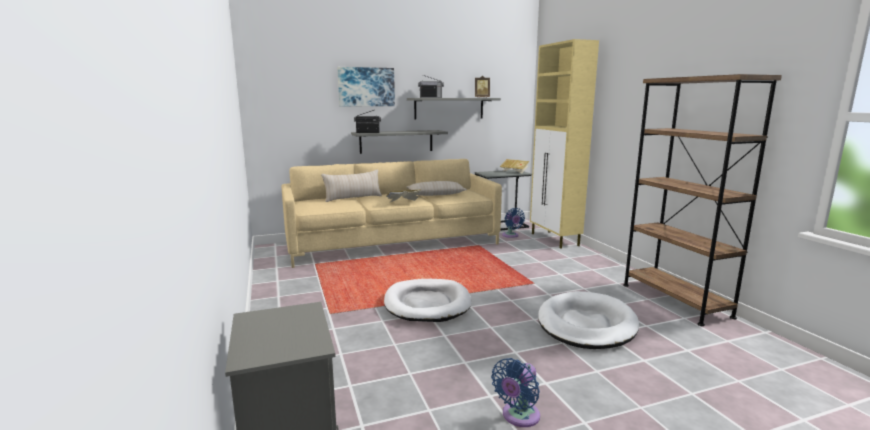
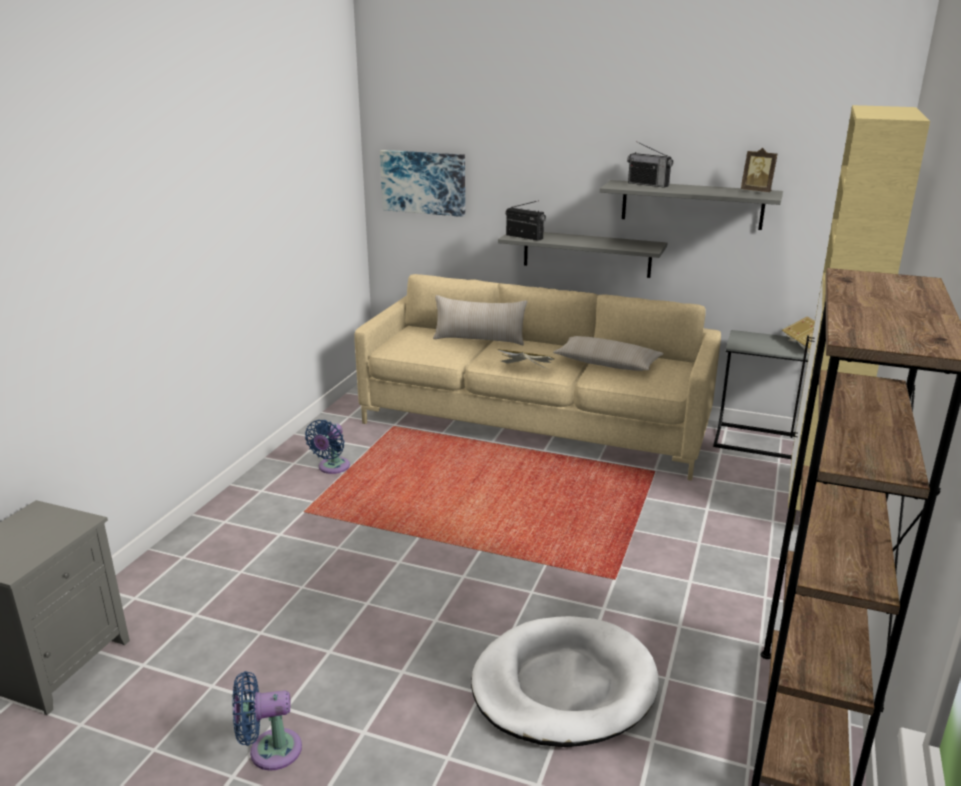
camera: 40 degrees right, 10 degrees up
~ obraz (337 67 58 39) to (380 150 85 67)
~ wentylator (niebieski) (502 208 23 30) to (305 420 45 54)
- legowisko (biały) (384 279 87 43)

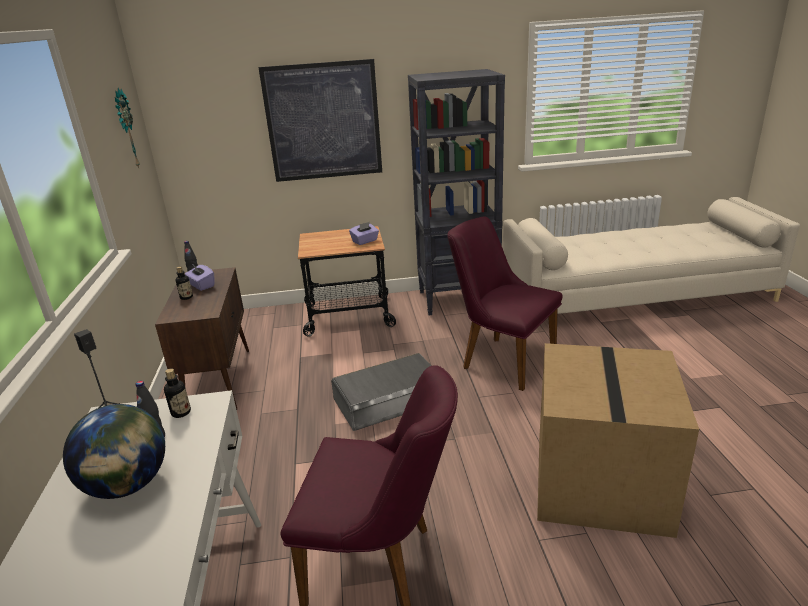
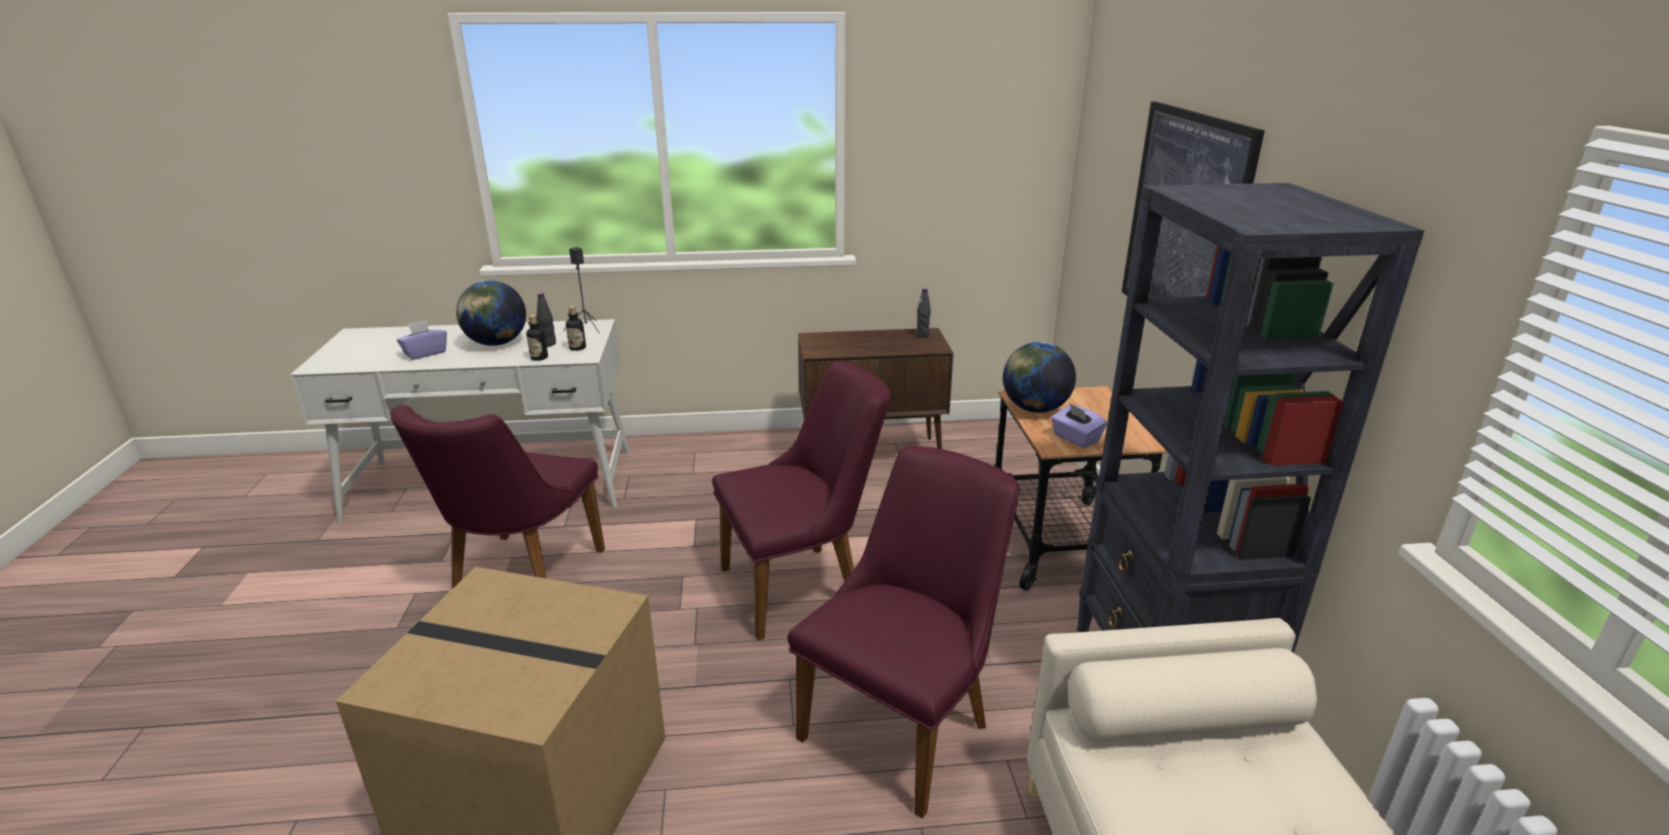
camera: 90 degrees right, 0 degrees up
- zegar ścienny (115 88 25 80)
~ pudełko chusteczek (fioletowy) (185 264 30 27) to (397 320 50 40)
~ butelka (175 266 18 34) to (526 315 22 46)
~ pojemnik do przechowywania (szary) (331 353 100 78) to krzesło (fioletowy) (712 361 178 279)
+ globus (1003 342 73 71)

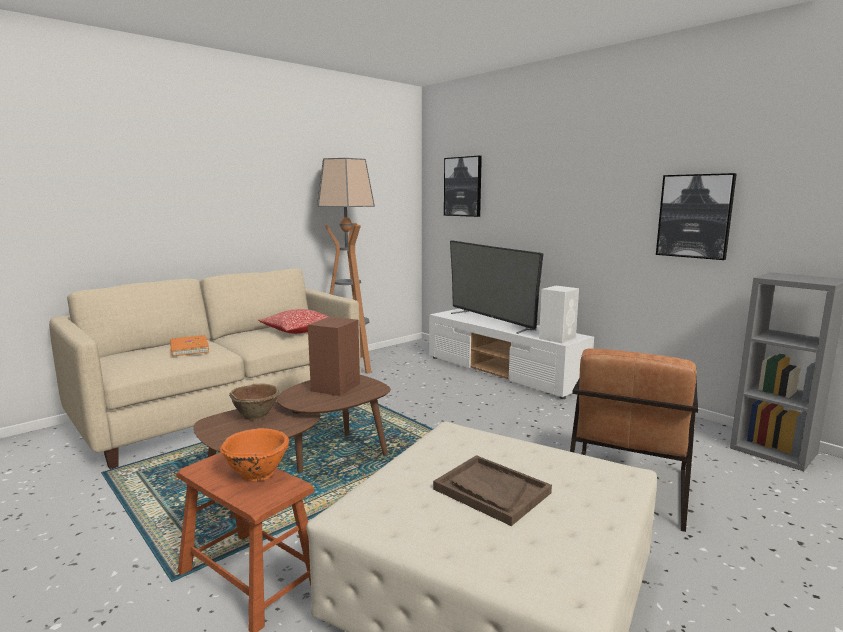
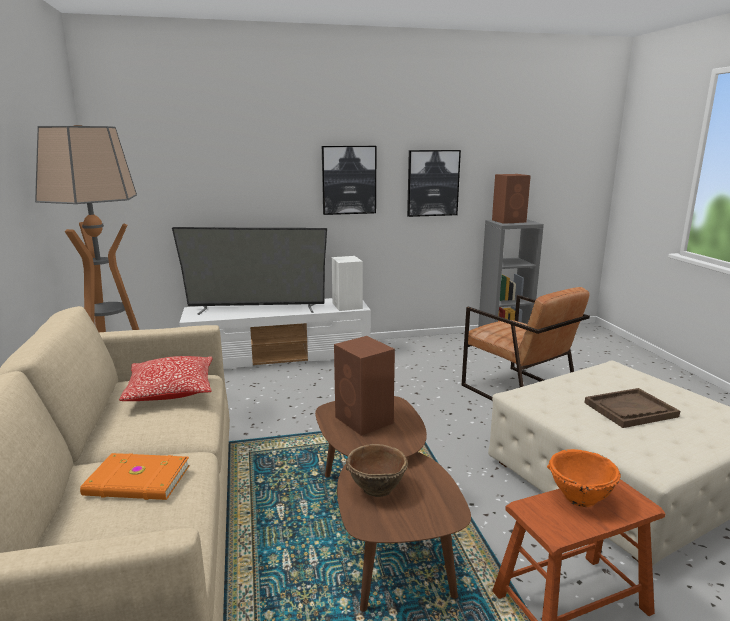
camera: 60 degrees left, 5 degrees up
~ obraz (444 156 38 61) to (322 146 55 69)
+ głośnik (brązowy) (492 174 39 50)

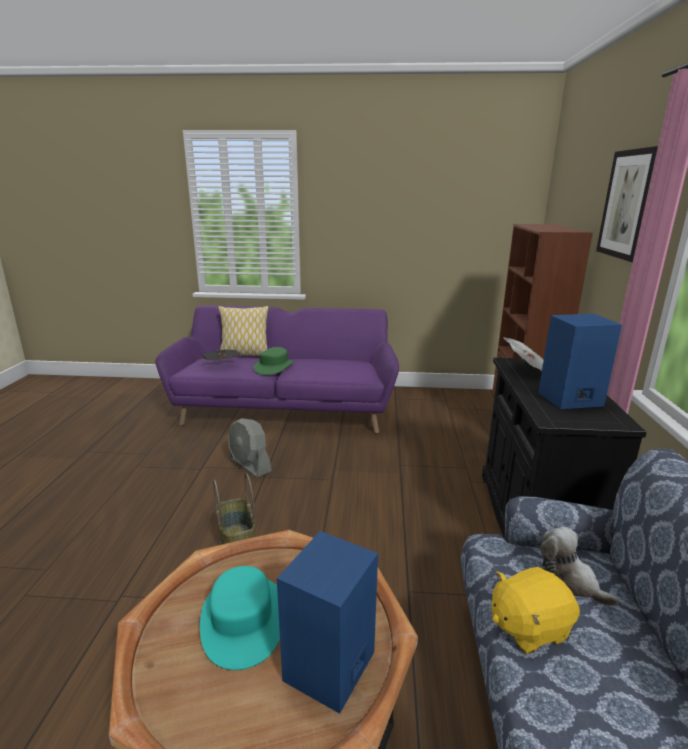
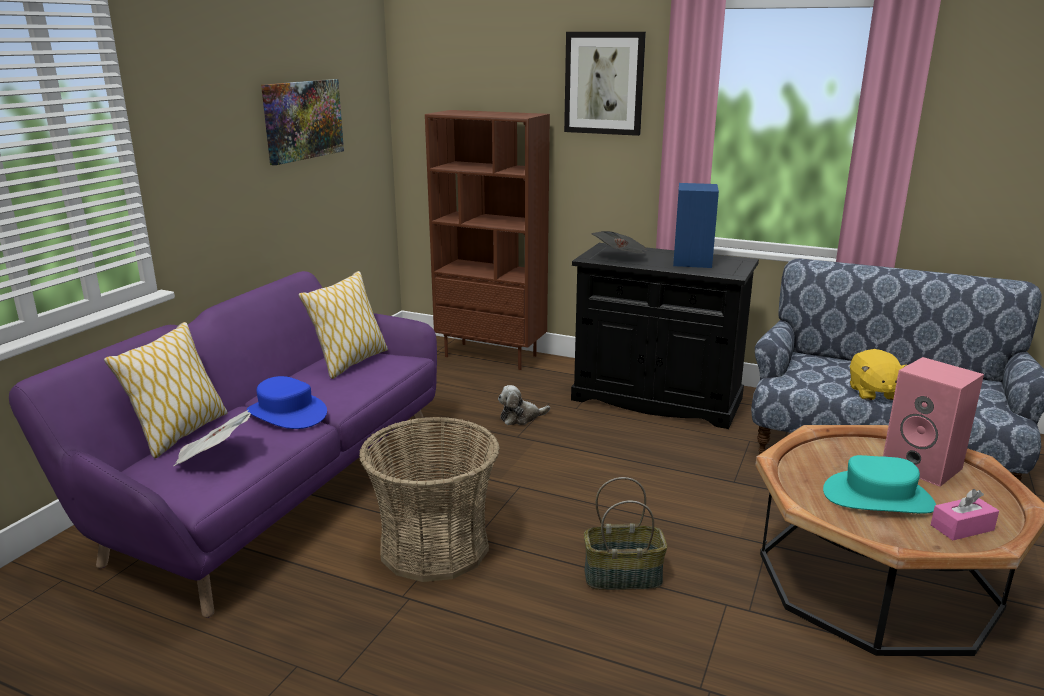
camera: 70 degrees left, 0 degrees up
~ kapelusz (zielony) (253 347 41 28) to kapelusz (niebieski) (247 376 80 53)
~ wentylator (szary) (228 418 44 60) to koszyk (359 417 141 165)
~ pluszak (540 526 79 80) to (498 385 52 40)
~ głośnik (niebieski) (277 531 101 183) to głośnik (różowy) (883 357 101 130)
+ obraz (261 79 83 86)
+ poduszka (298 271 90 108)
+ pudełko chusteczek (różowy) (931 489 68 52)

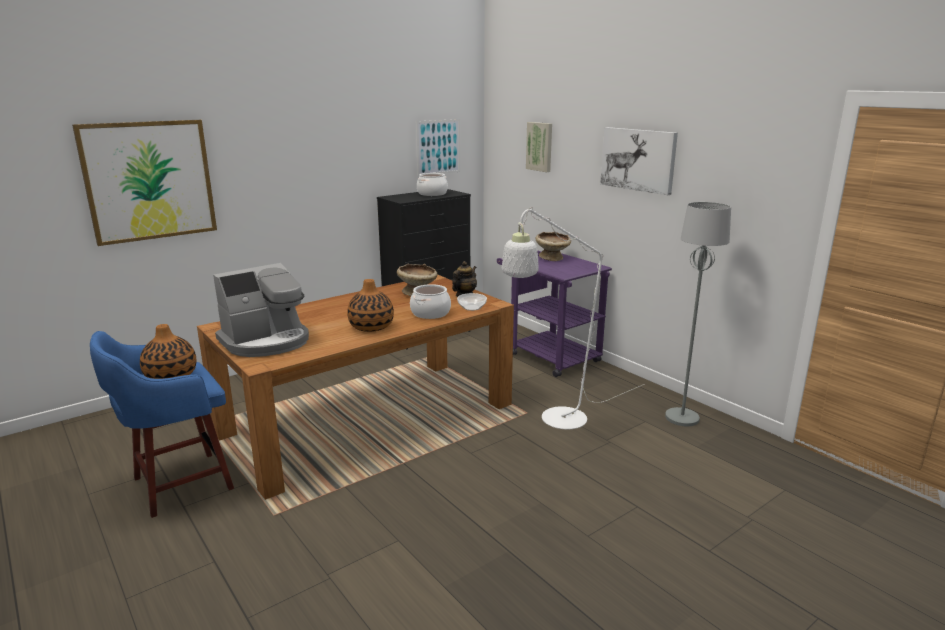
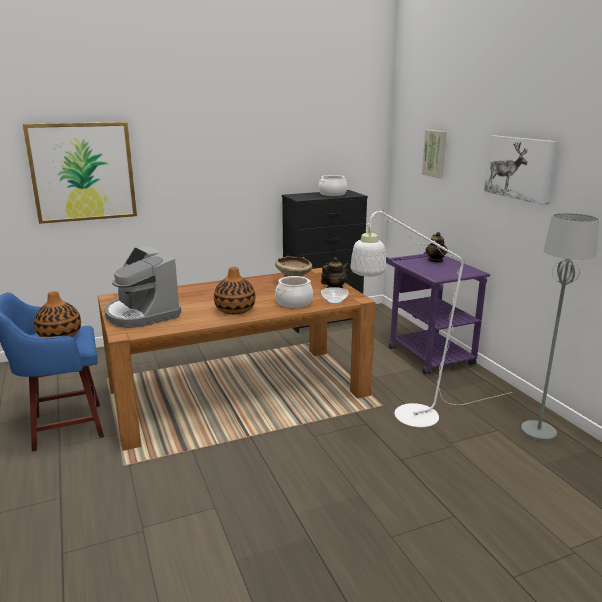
camera: 15 degrees right, 0 degrees up
- obraz (416 119 44 57)
~ miska (beżowy) (536 232 35 29) to imbryk (426 232 22 31)
~ ekspres do kawy (213 263 96 94) = (104 246 77 82) 75 degrees clockwise

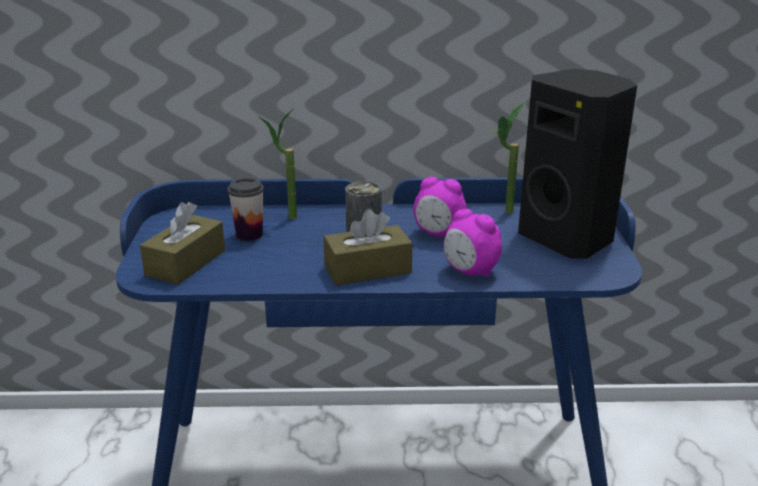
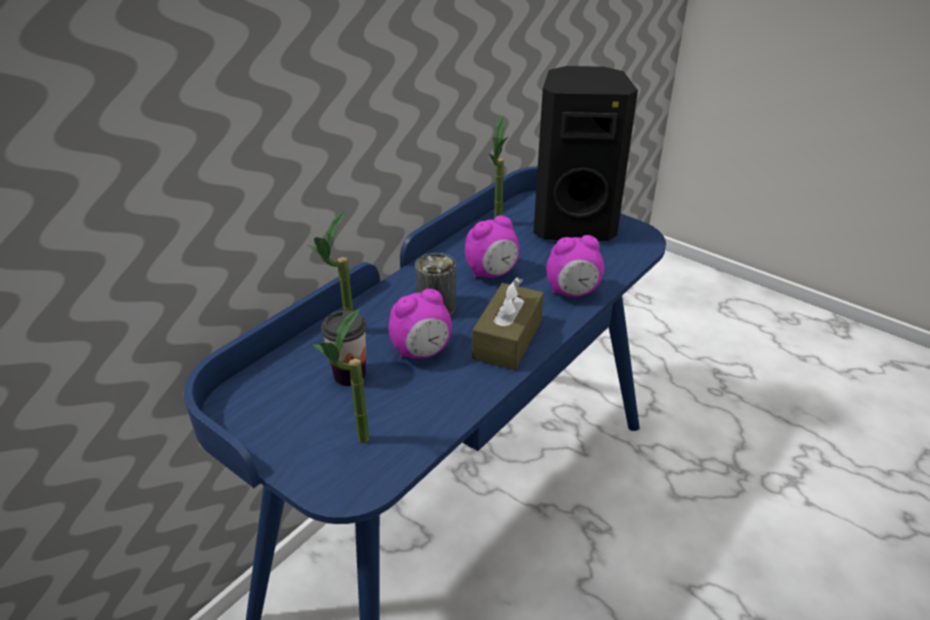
camera: 50 degrees left, 10 degrees up
~ pudełko chusteczek (brązowy) (140 202 85 83) to roślina doniczkowa (313 308 57 135)
+ budzik (388 289 64 70)

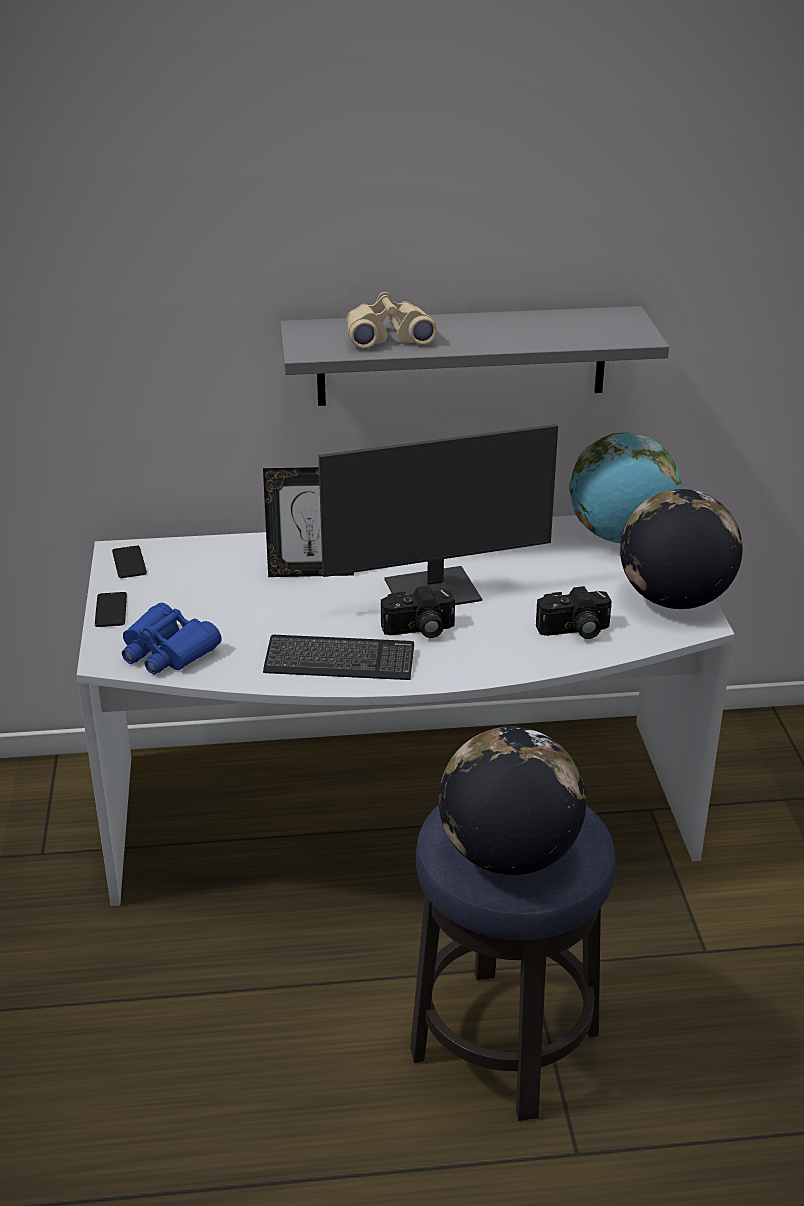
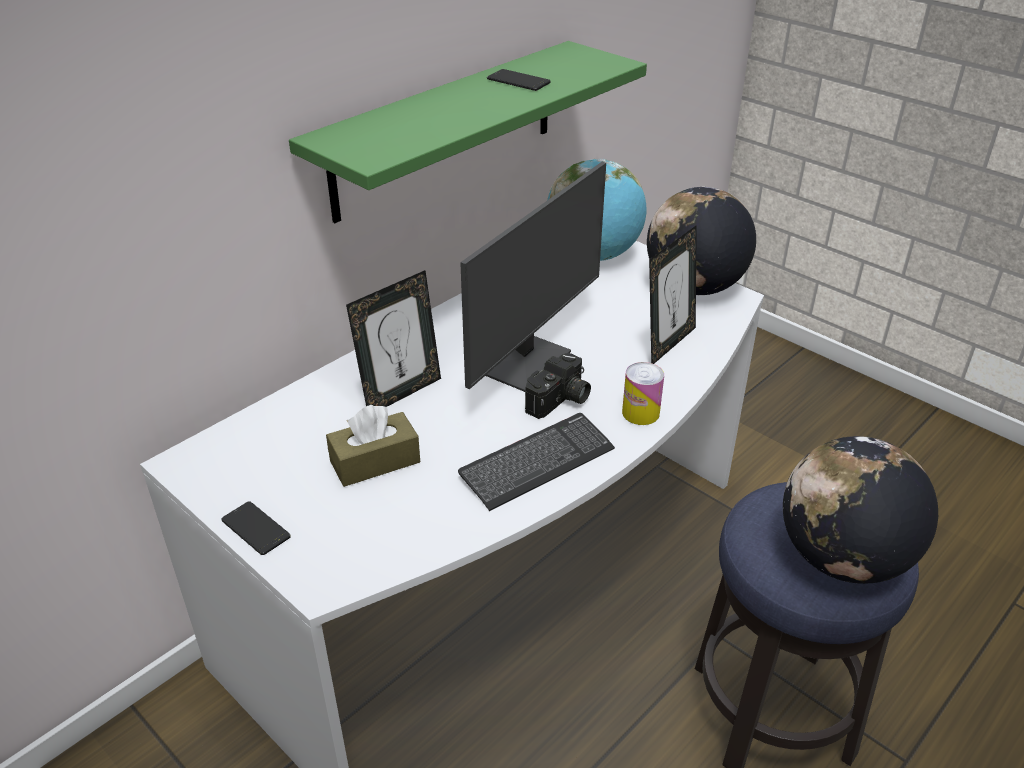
camera: 40 degrees left, 5 degrees up
- lornetka (beżowy) (346 292 91 57)
~ półka (szary) (280 306 389 100) to półka (zielony) (289 41 358 182)
~ telefon (112 546 35 32) to (487 69 64 22)
~ aparat fotograficzny (536 586 76 53) to ramka na zdjęcie (649 225 48 139)
- lornetka (niebieski) (122 603 99 71)
+ puszka (622 362 42 63)
+ pudełko chusteczek (brązowy) (326 405 94 82)

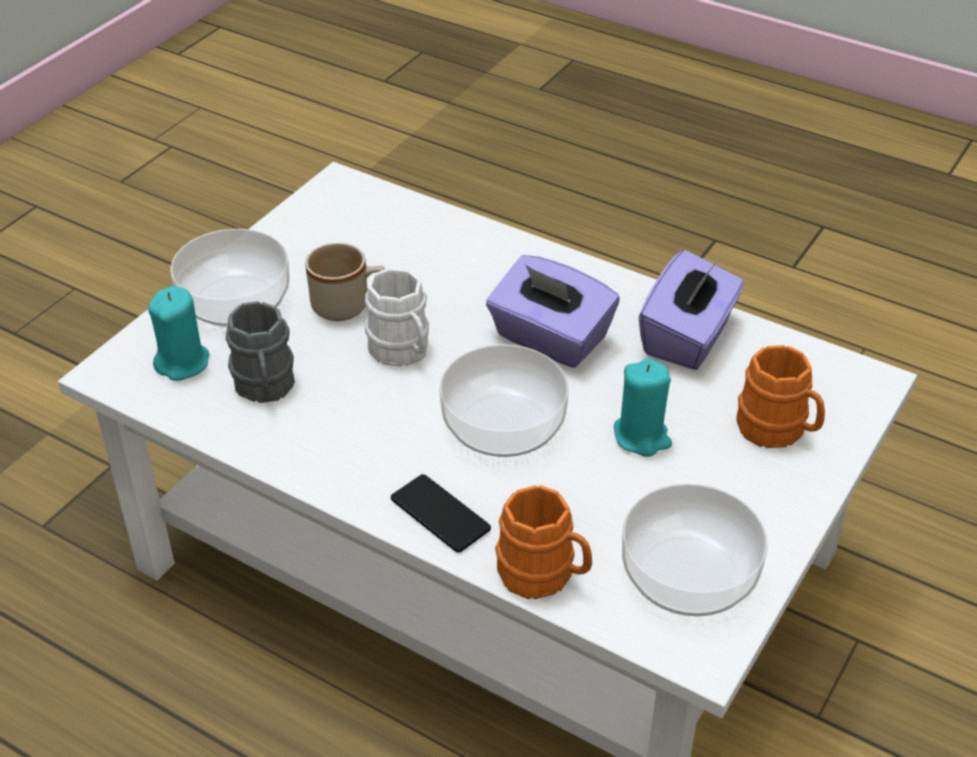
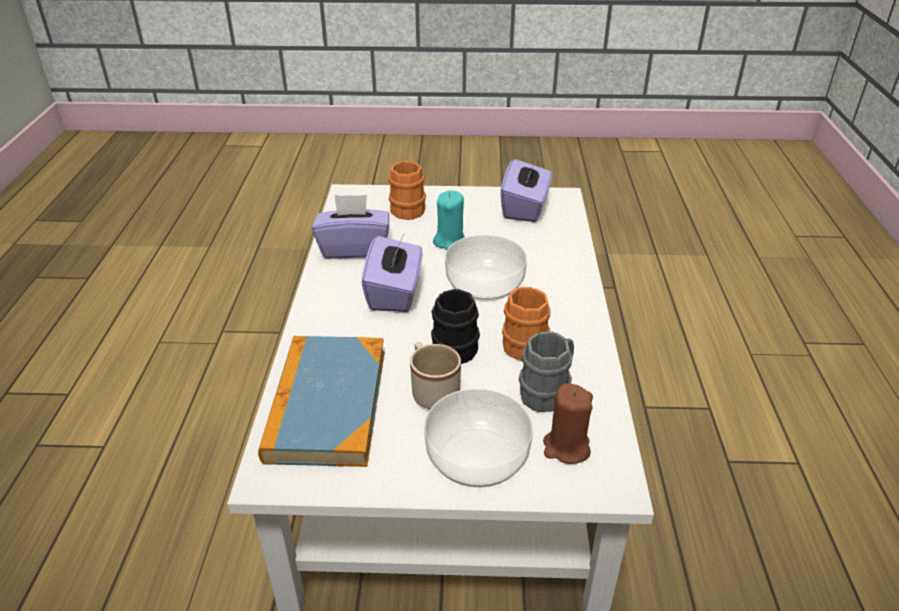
camera: 120 degrees left, 5 degrees down
~ kubek (biały) (365 268 64 99) to kubek (czarny) (431 289 49 75)
~ świeca (turkusowy) (148 286 61 95) to świeca (brązowy) (543 384 50 80)
- telefon (391 474 100 79)
~ miska (622 484 146 132) to pudełko chusteczek (fioletowy) (500 156 52 66)
~ kubek (pomarańczowy) (495 485 97 114) to (502 287 49 74)
+ książka (258 336 126 131)

